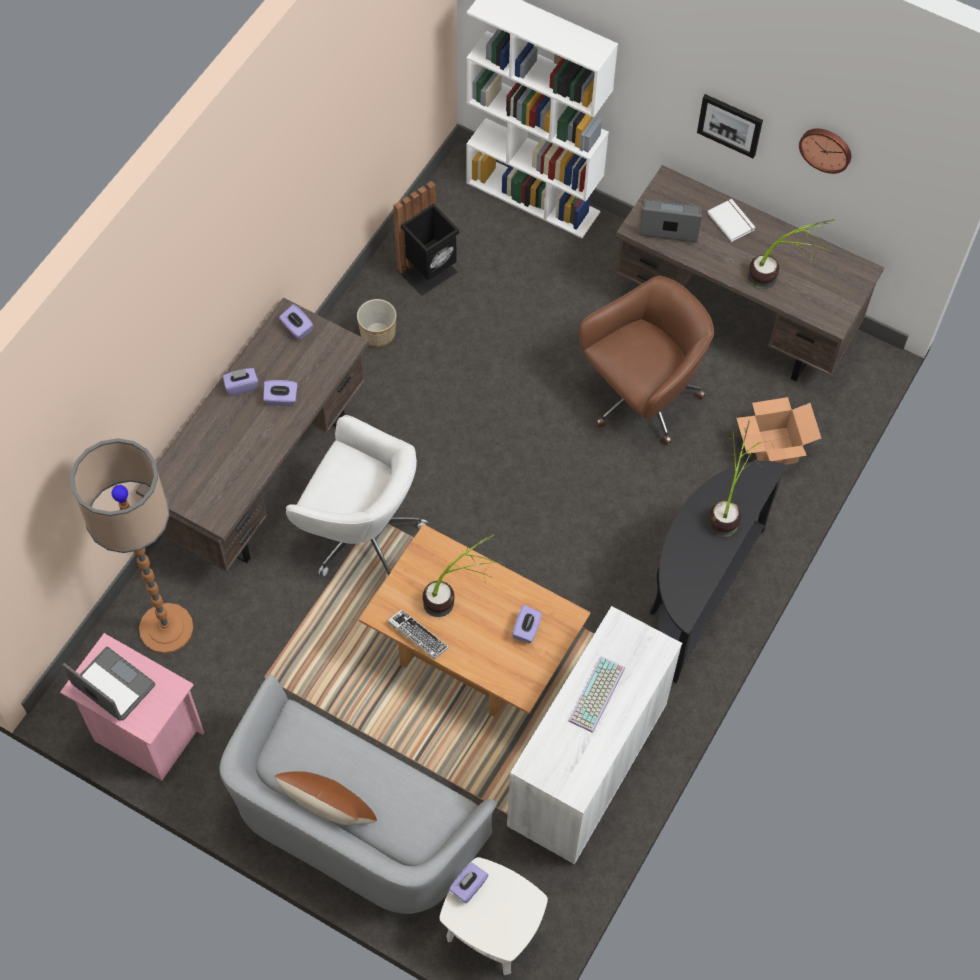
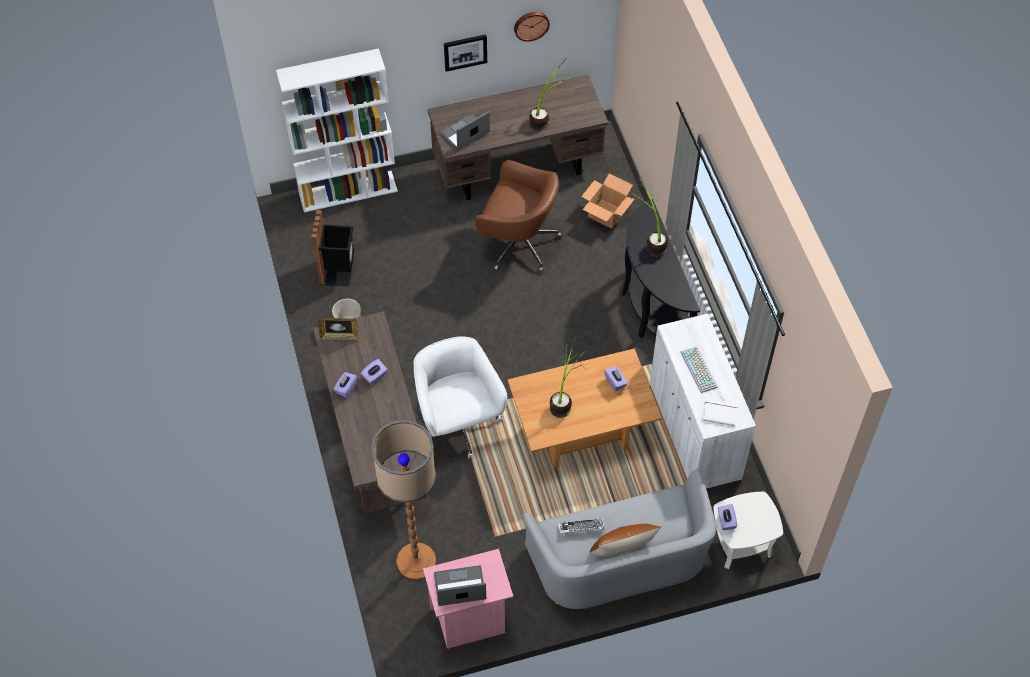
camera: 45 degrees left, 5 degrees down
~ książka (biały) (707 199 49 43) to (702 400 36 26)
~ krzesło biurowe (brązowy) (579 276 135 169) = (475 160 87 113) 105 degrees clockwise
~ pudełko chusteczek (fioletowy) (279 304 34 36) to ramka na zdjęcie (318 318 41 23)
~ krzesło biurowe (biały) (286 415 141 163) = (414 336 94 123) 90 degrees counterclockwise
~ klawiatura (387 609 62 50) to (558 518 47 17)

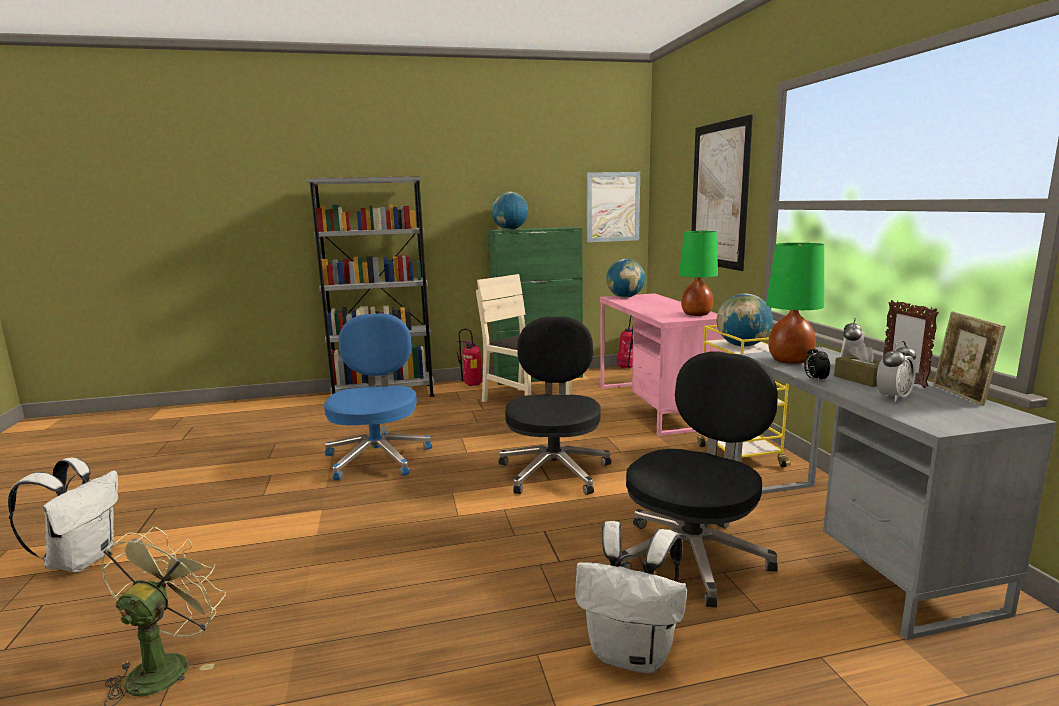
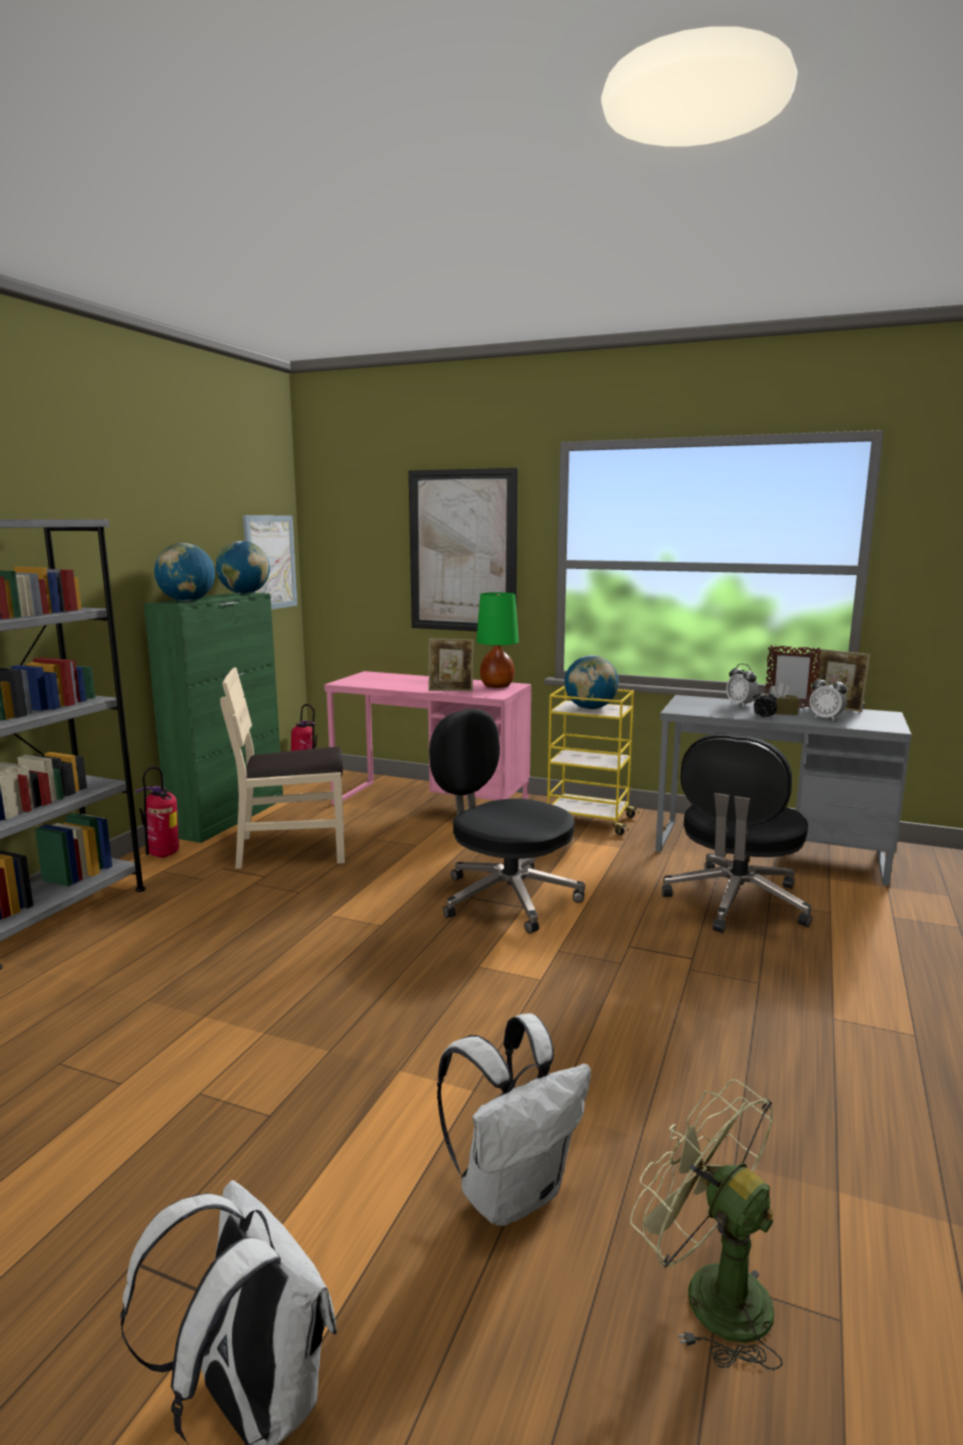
camera: 55 degrees left, 0 degrees up
- lampa stołowa (zielony) (766 243 58 121)
~ globus (606 259 39 39) to (216 541 54 53)
- krzesło biurowe (niebieski) (324 313 108 167)
~ budzik (877 341 39 61) = (810 674 37 47) 135 degrees clockwise
~ krzesło biurowe (czarny) (620 352 158 255) = (662 734 150 199) 135 degrees counterclockwise
~ plecak (biały) (575 521 112 153) to (437 1013 154 213)
+ ramka na zdjęcie (429 638 45 53)

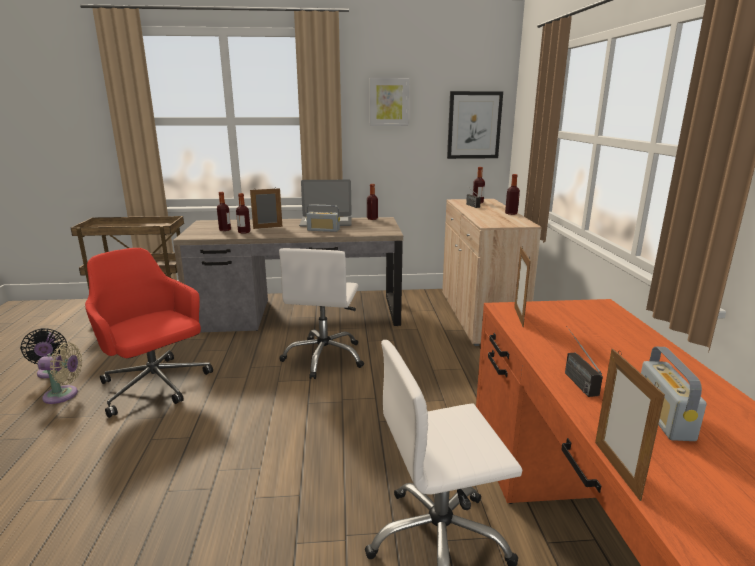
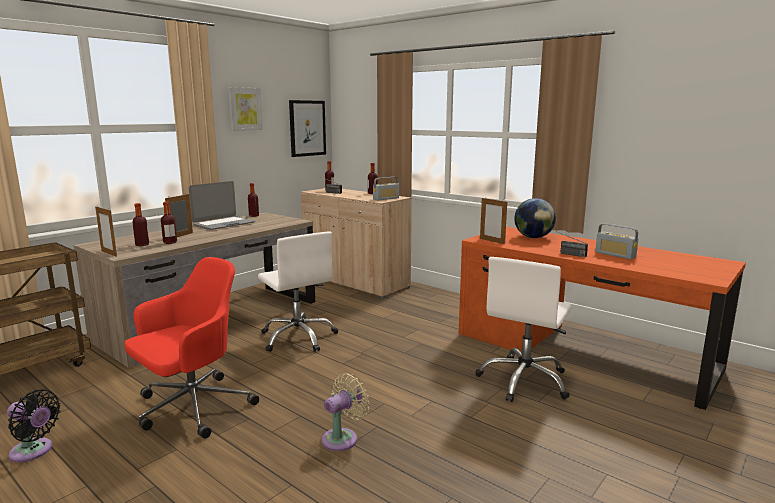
camera: 45 degrees left, 5 degrees down
~ radio (306 204 34 28) to (373 177 26 24)
~ krzesło biurowe (czerwony) (85 248 128 170) = (124 257 135 182) 135 degrees clockwise
~ wentylator (beżowy) (38 342 44 62) to (322 373 47 78)
~ ramka na zdjęcie (595 349 70 152) to (95 207 22 50)
+ globus (514 198 42 40)

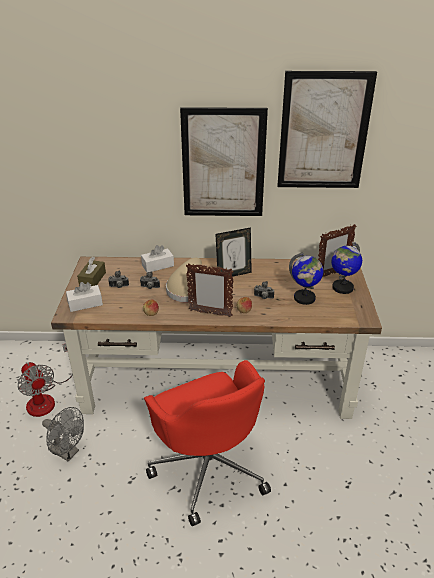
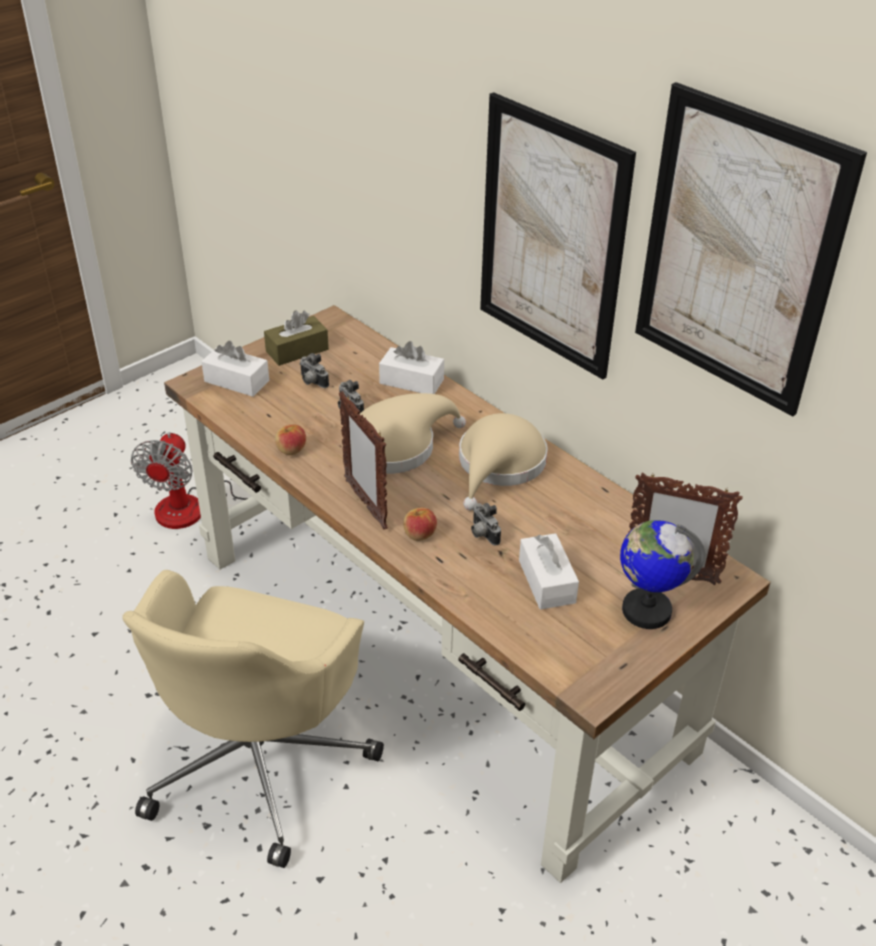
camera: 45 degrees right, 5 degrees up
~ ramka na zdjęcie (215 227 37 51) to kapelusz (beżowy) (459 413 89 97)
~ globus (289 252 34 53) to pudełko chusteczek (biały) (519 533 60 77)
~ krzesło biurowe (czerwony) (144 360 127 167) to krzesło biurowe (beżowy) (123 570 261 298)
- wentylator (szary) (42 407 42 54)

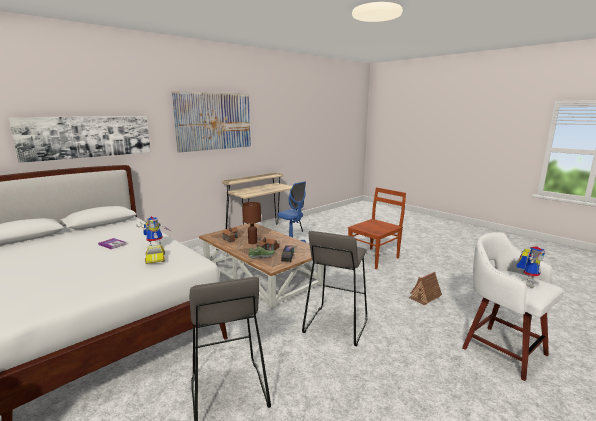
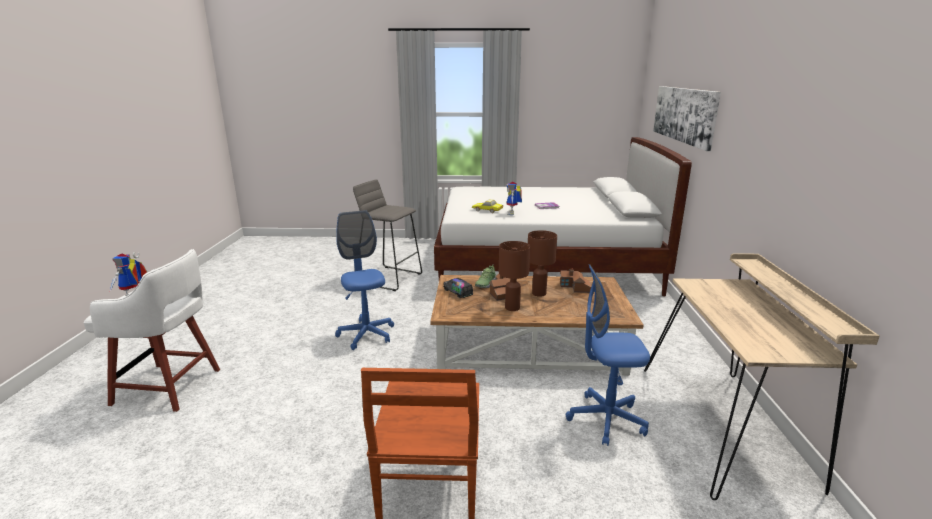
camera: 135 degrees right, 5 degrees up
- obraz (172 91 79 62)
~ stołek (szary) (302 231 65 115) to krzesło biurowe (niebieski) (335 210 59 140)
- domek (408 272 34 33)
+ lampa stołowa (brązowy) (499 241 31 70)

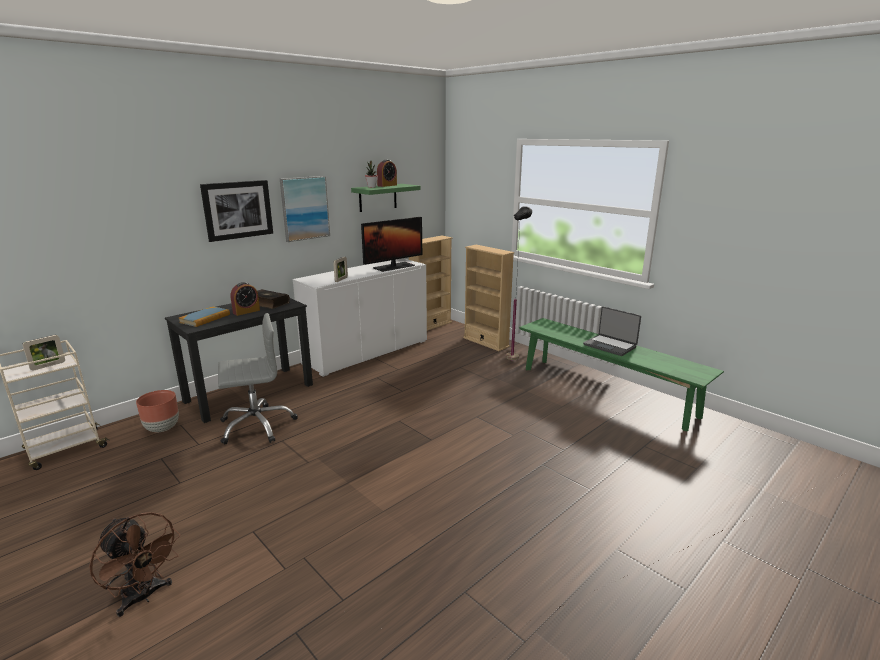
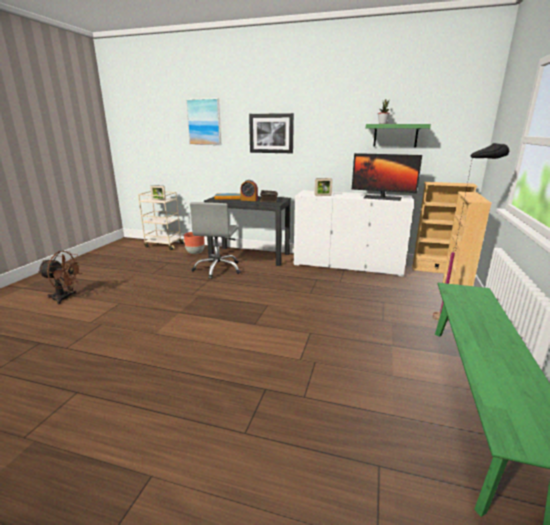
camera: 60 degrees right, 0 degrees up
- budzik (377 160 20 27)
~ obraz (280 176 50 66) to (186 98 35 47)
- laptop (583 306 58 50)
~ krzesło biurowe (szary) (218 313 80 131) = (190 202 51 77) 60 degrees clockwise
~ wentylator (brązowy) (89 513 91 104) = (38 251 44 53) 90 degrees counterclockwise

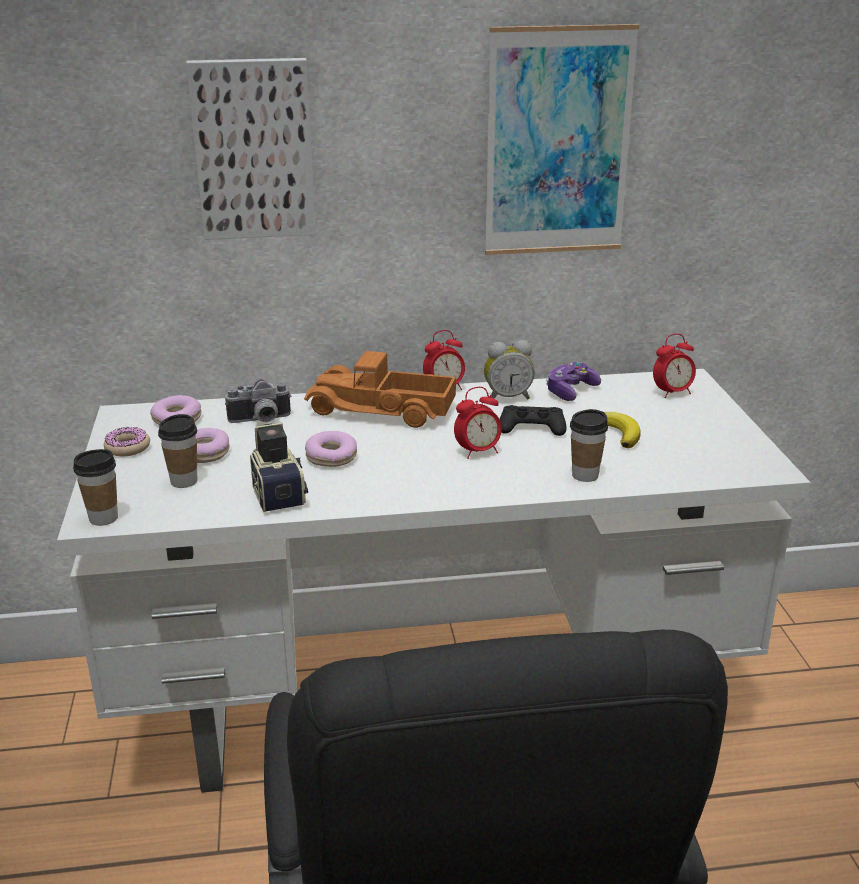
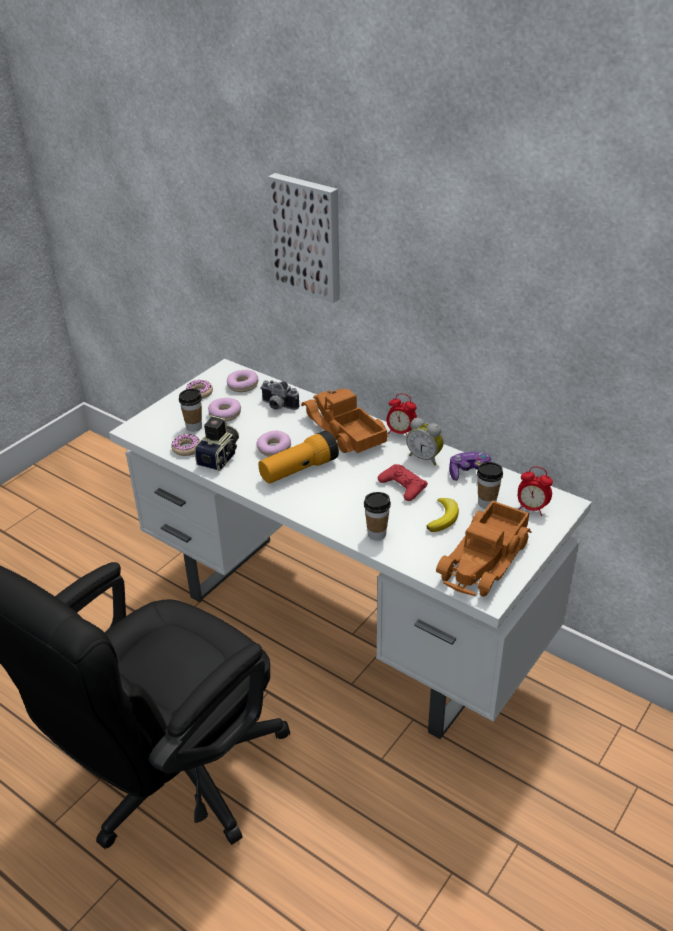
camera: 45 degrees right, 10 degrees up
- obraz (485 24 154 231)
- budzik (454 387 48 72)
~ pad do gier (czarny) (500 405 67 31) to pad do gier (czerwony) (378 464 50 37)
~ filiżanka (73 449 45 77) to (477 462 26 47)
+ latarka (259 431 80 52)
+ donut (171 434 29 22)
+ ciężarówka zabawkowa (436 500 96 97)

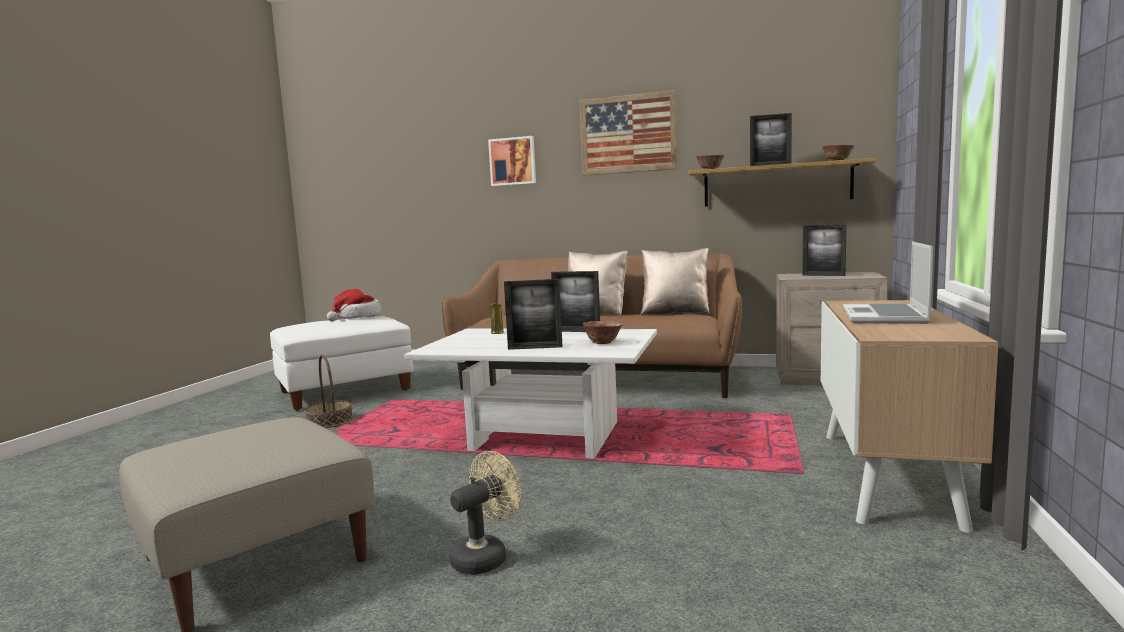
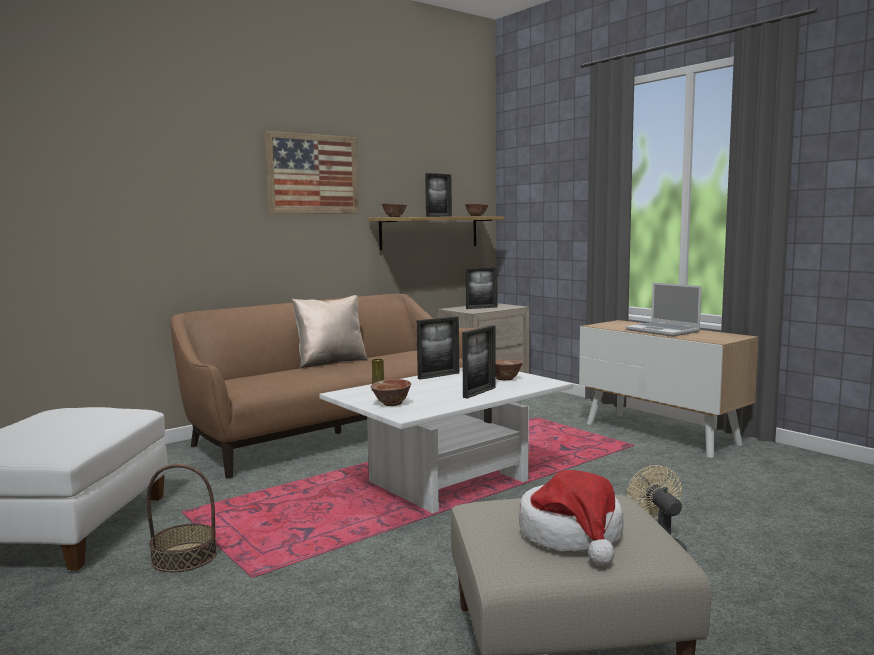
camera: 55 degrees left, 0 degrees up
- obraz (488 136 48 50)
- poduszka (beżowy) (640 248 70 67)
~ kapelusz (327 289 54 32) to (519 470 104 96)
+ miska (371 379 40 27)

